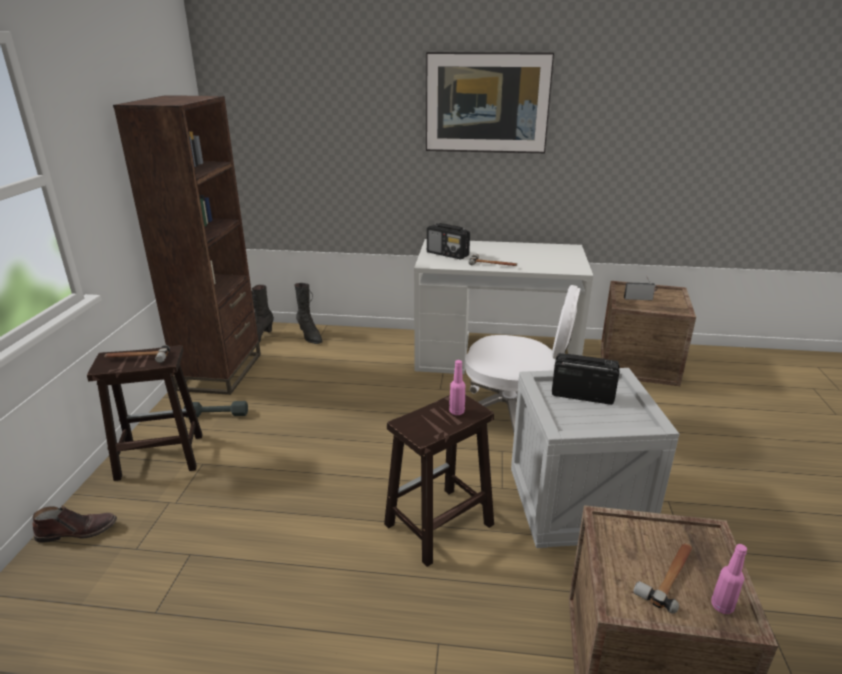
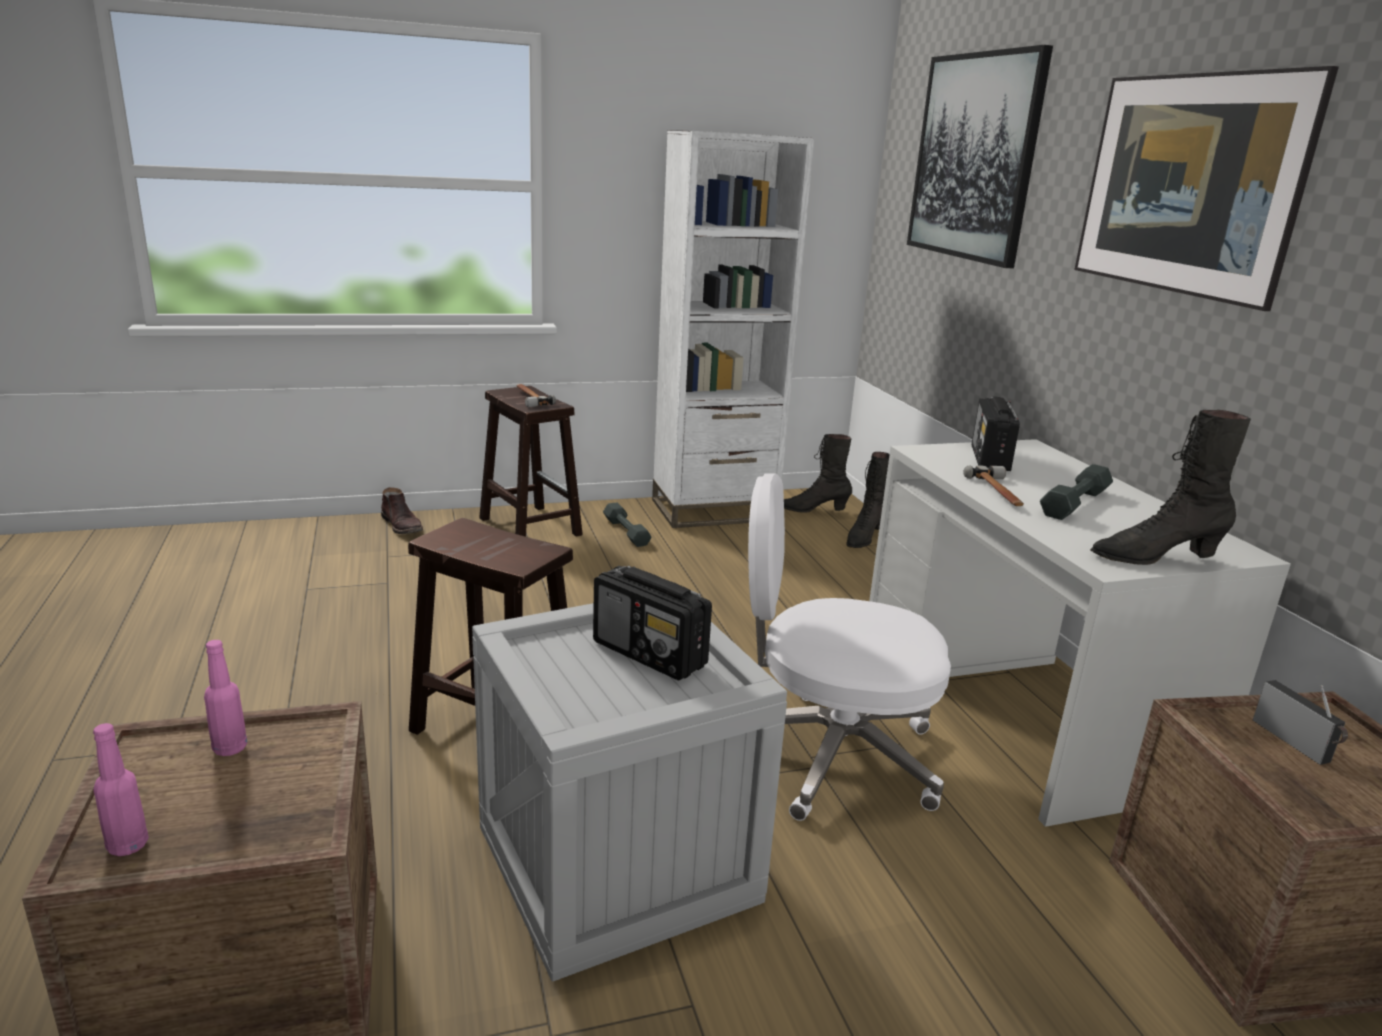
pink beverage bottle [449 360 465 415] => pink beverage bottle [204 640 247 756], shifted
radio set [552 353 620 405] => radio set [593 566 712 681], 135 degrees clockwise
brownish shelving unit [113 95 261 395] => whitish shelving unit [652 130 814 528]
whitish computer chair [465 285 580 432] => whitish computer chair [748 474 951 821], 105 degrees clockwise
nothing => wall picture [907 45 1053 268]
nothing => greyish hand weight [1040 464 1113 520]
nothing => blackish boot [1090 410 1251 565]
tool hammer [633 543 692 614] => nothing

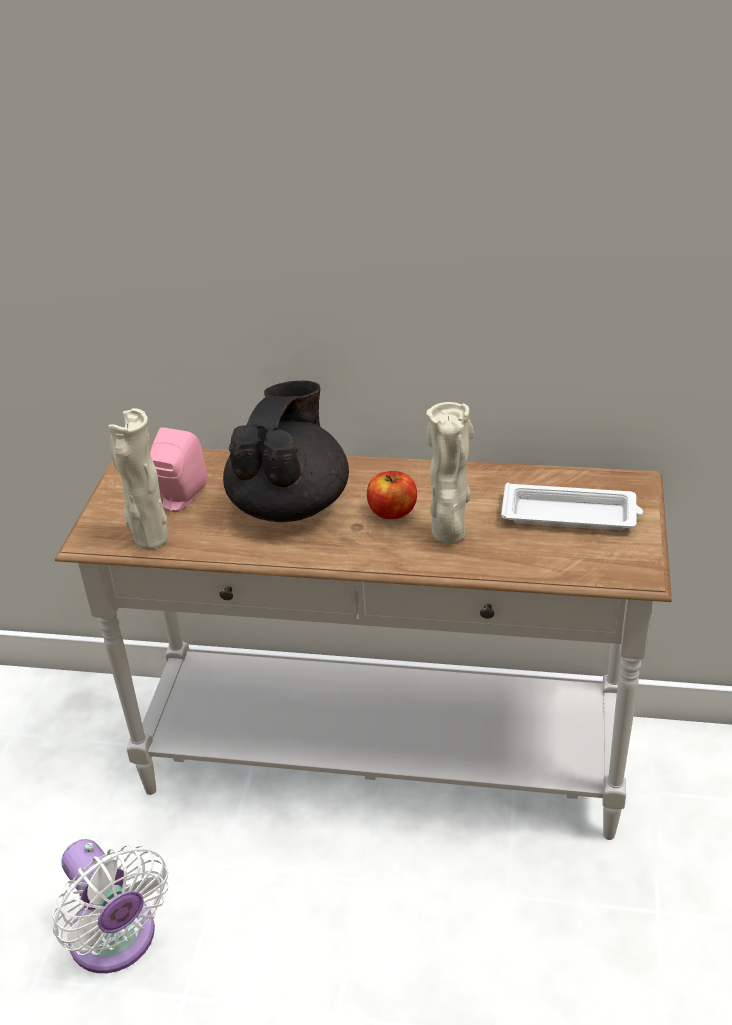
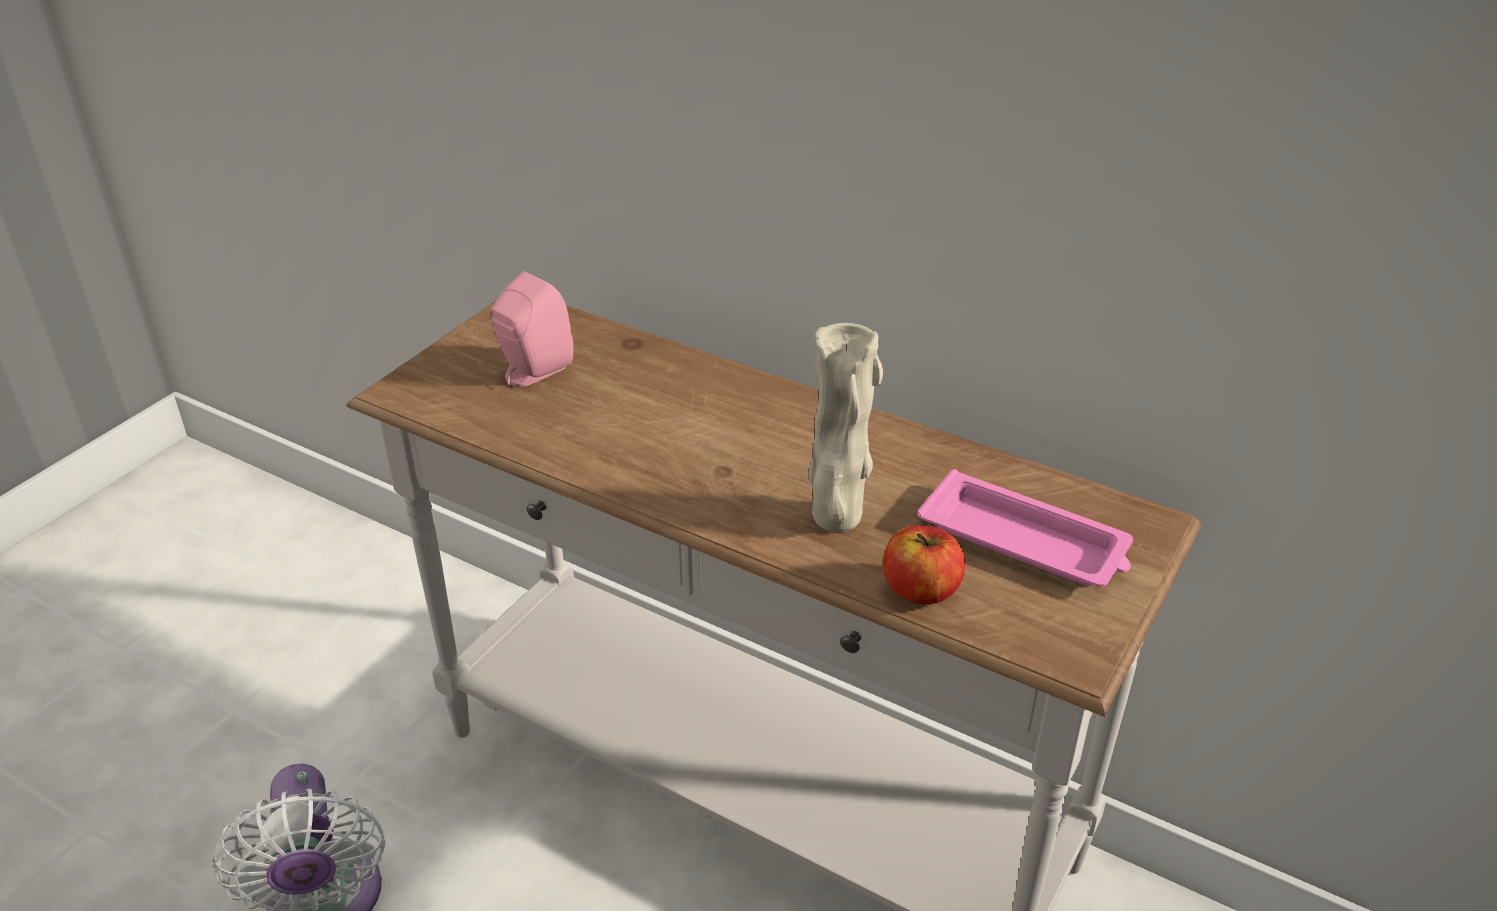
apple fruit [367 471 417 519] => apple fruit [883 525 966 605], shifted
whitish serving tray [501 482 643 530] => pink serving tray [918 469 1133 587]
sand-coloured flower vase [108 408 168 549] => nothing
blackish teapot [223 381 349 522] => nothing

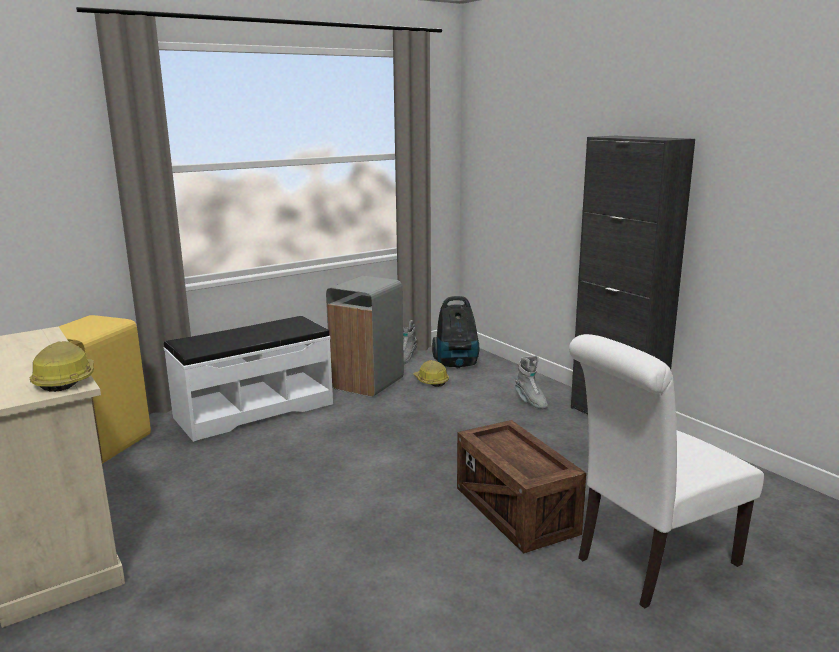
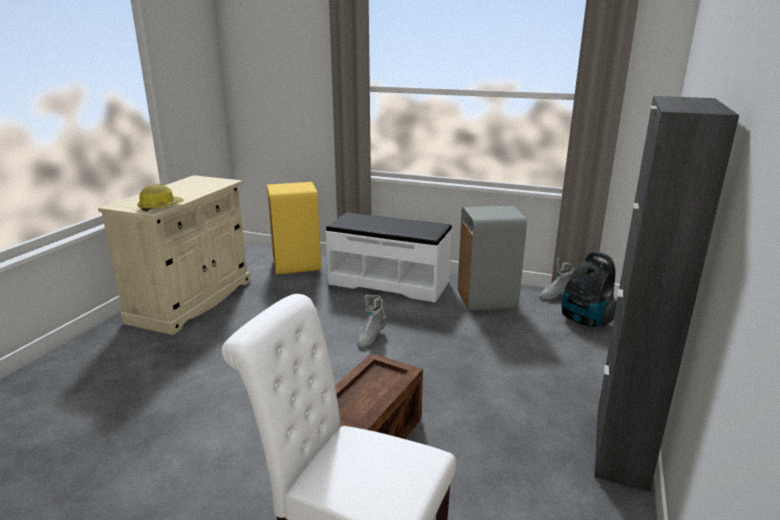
greyish boot [515 355 548 409] => greyish boot [357 295 386 348], shifted
safety helmet [413 360 449 387] => nothing

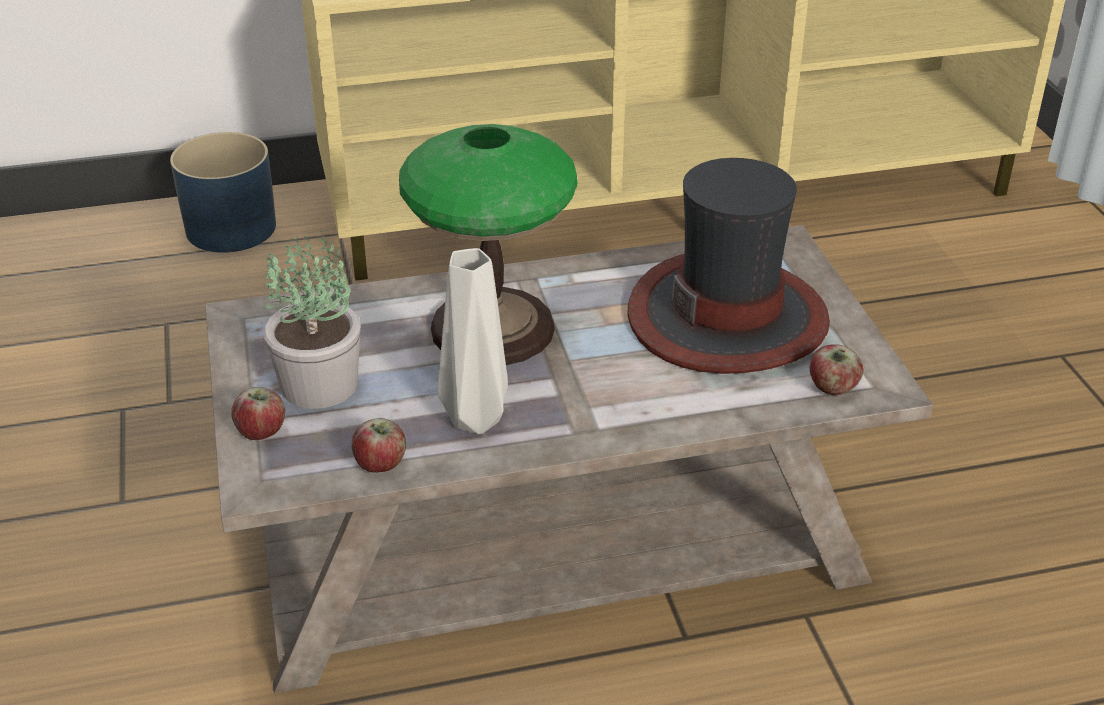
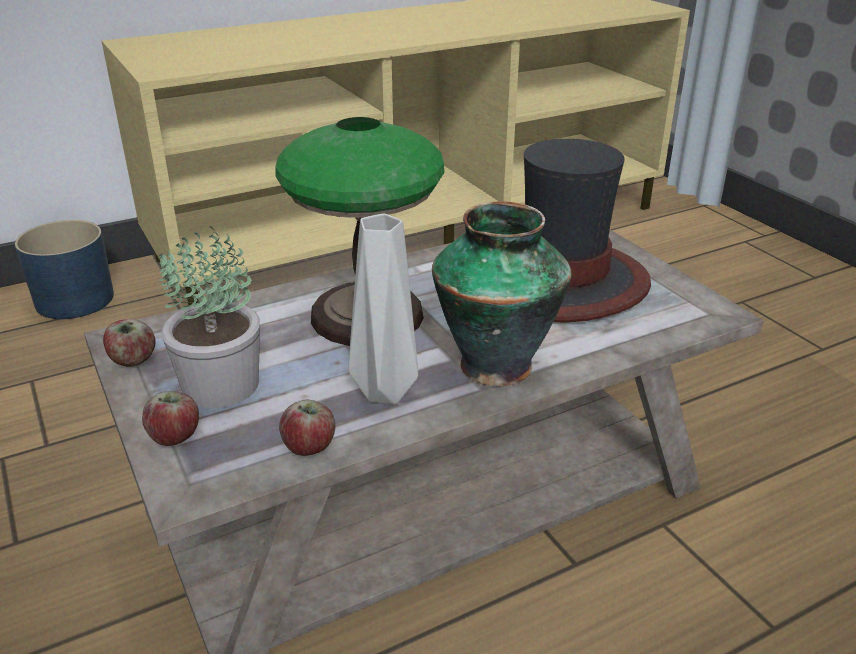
apple fruit [810 344 864 395] => apple fruit [103 319 155 367], shifted
nothing => flower vase [432 201 572 386]

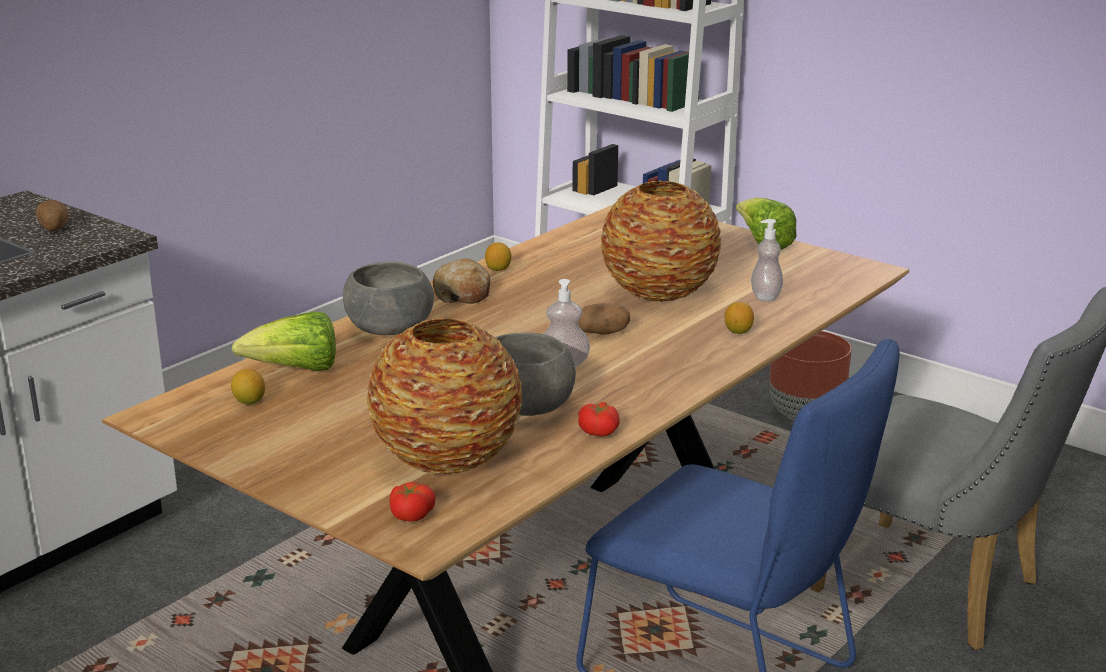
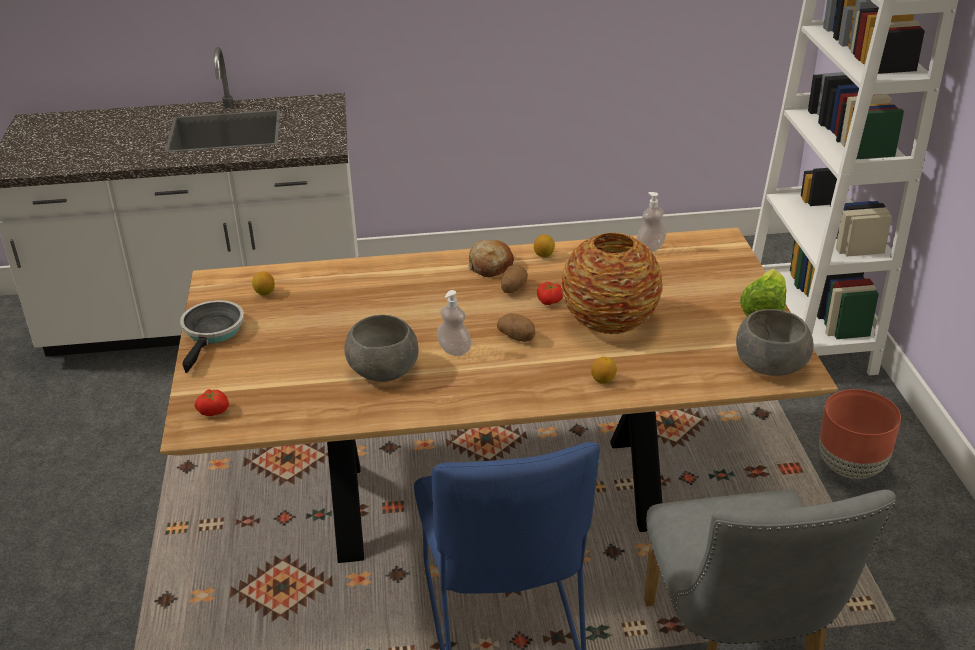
nothing => frying pan [180 300 244 373]
whole potato [36 200 68 231] => whole potato [501 265 528 293], shifted
whole tomato [578 402 620 436] => whole tomato [537 282 563 305], shifted
liquid soap bottle [751 219 783 301] => liquid soap bottle [637 192 666 252], shifted
greyish serving bowl [343 262 434 335] => greyish serving bowl [736 309 814 376], shifted
lettuce head [232 311 336 371] => nothing
flower vase [367 318 522 475] => nothing

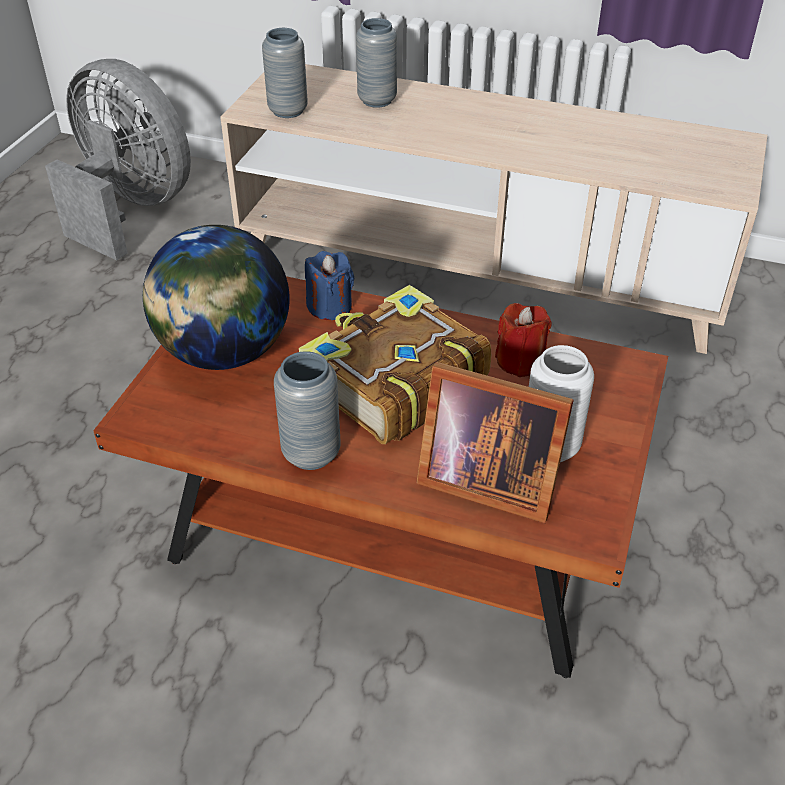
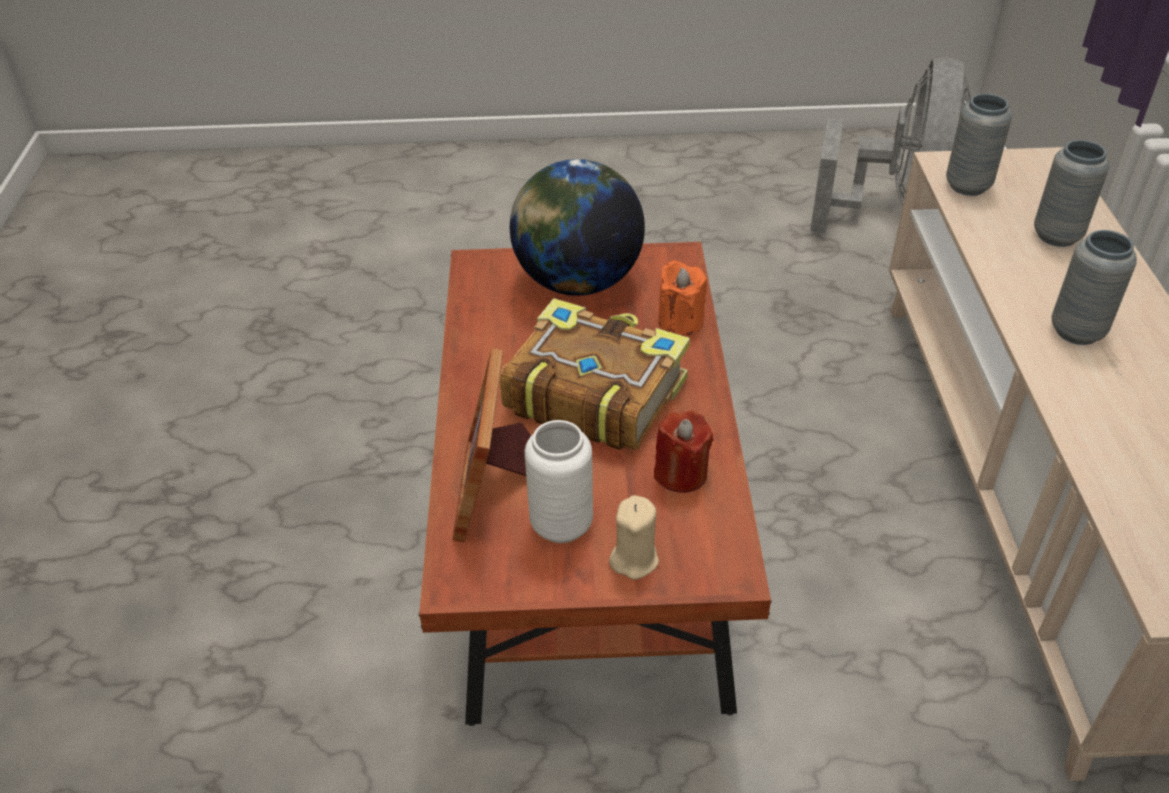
nothing => sand-coloured wax candle [609 495 659 580]
blue wax candle [305 251 354 320] => orangey wax candle [658 260 707 336]
greyish flower vase [274 351 341 470] => greyish flower vase [1052 230 1137 345], shifted

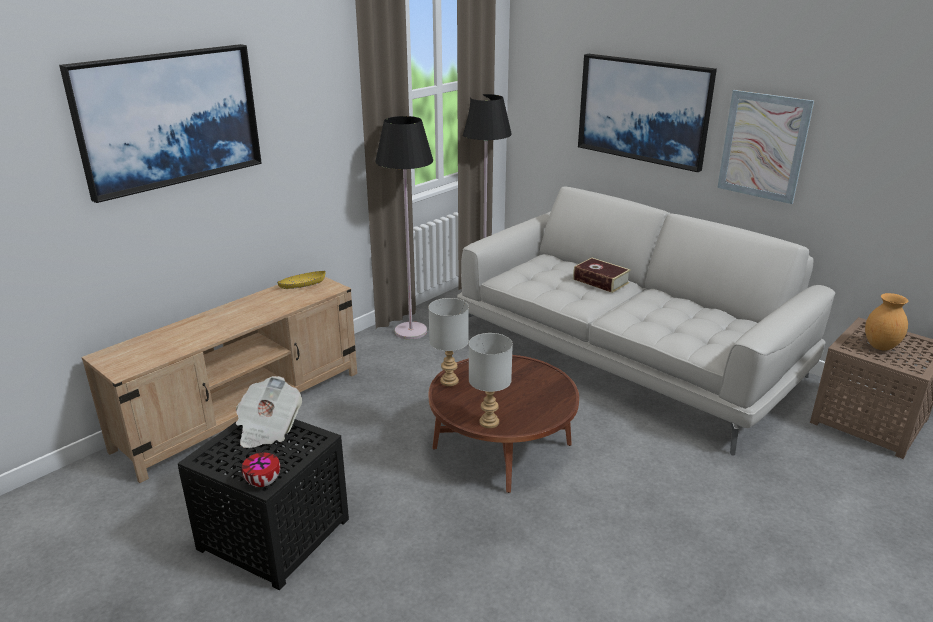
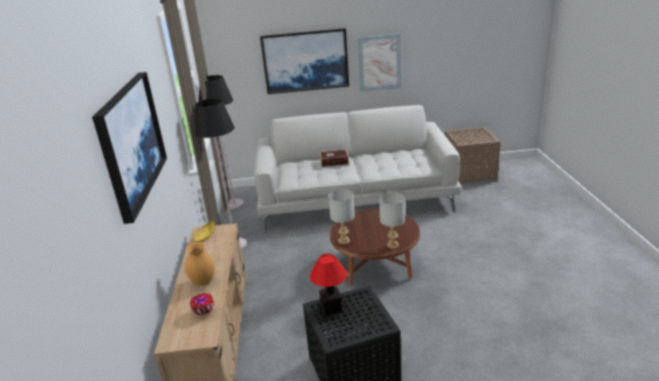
brownish flower vase [865 293 908 351] => brownish flower vase [185 242 215 286], shifted
serving bowl [242 453 280 487] => serving bowl [190 293 214 315], shifted
daily paper [236 376 302 448] => tabletop lamp [310 254 347 315]

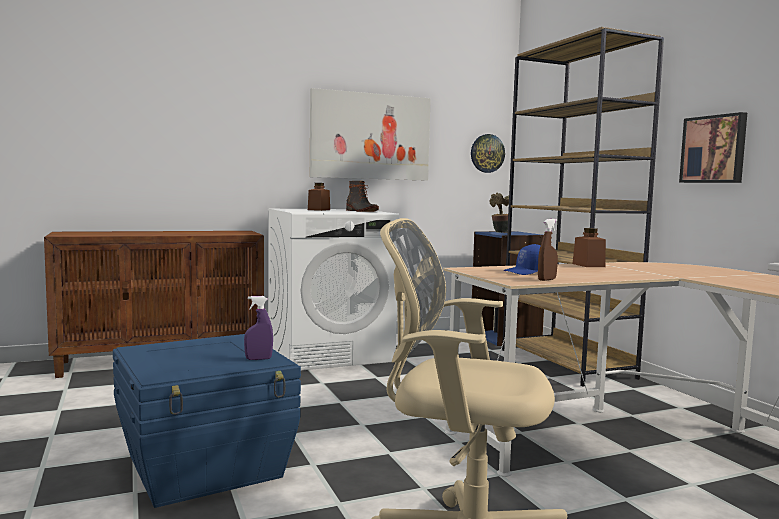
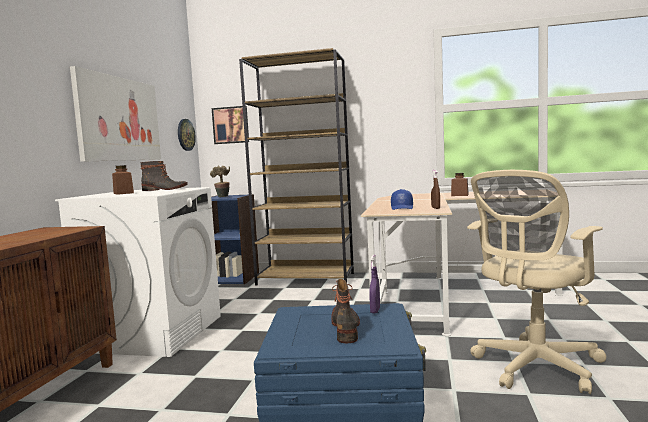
wall picture [679 112 747 183] => wall picture [212 106 249 144], shifted
nothing => boot [331 279 360 343]
brownish jar [572 228 606 267] => brownish jar [451 173 469 196], shifted

